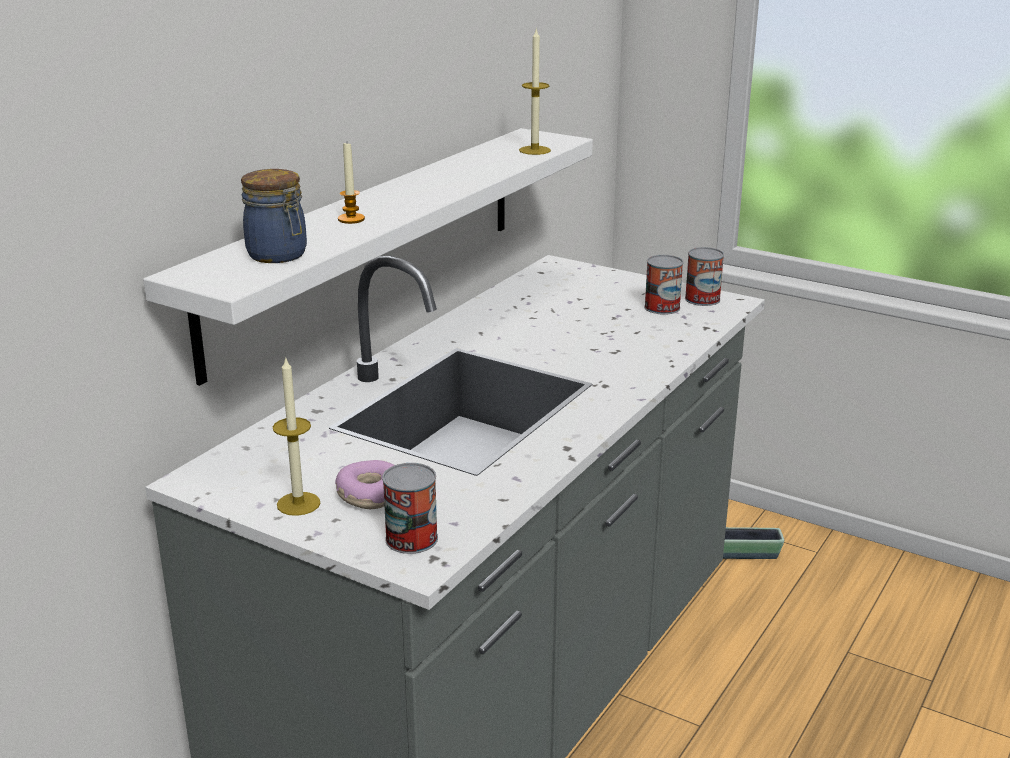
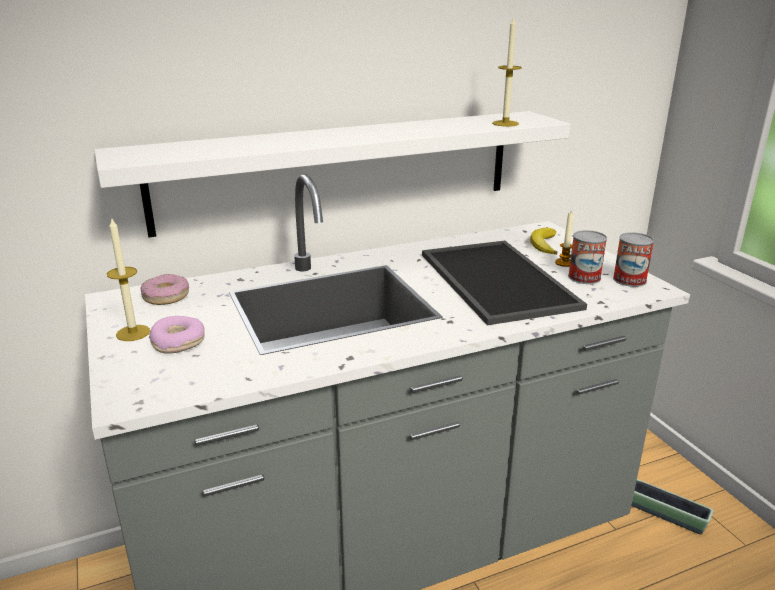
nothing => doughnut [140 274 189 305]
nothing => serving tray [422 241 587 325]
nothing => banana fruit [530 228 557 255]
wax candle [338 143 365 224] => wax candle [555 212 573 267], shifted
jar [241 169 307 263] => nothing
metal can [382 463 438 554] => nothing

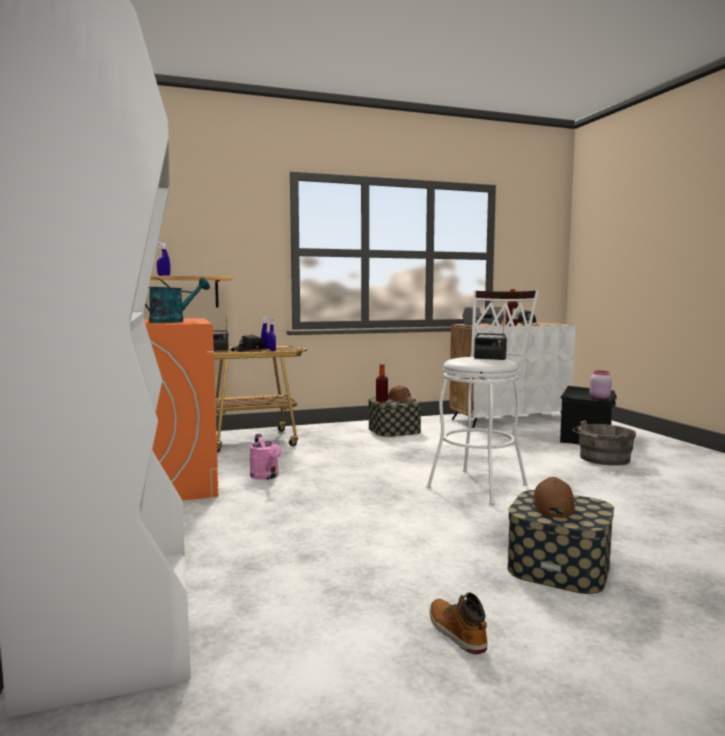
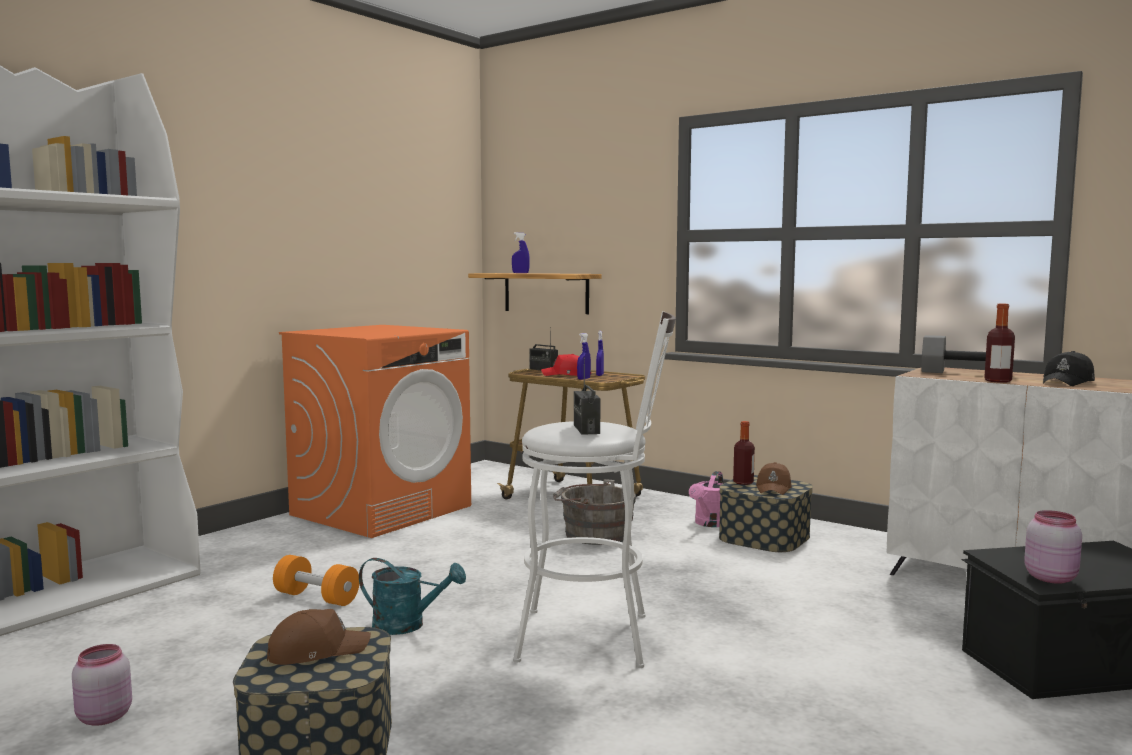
boot [430 592 487 654] => pink jar [72 644 132 725]
nothing => orangey hand weight [273 555 359 606]
blue-green watering pot [145 277 210 323] => blue-green watering pot [359 558 466 635], shifted
blackish peaked cap [231 334 265 352] => red peaked cap [541 354 591 376]
greyish pail [573 421 636 465] => greyish pail [553 479 636 545], shifted
pink watering pot [249 434 282 480] => pink watering pot [689 471 724 527], shifted

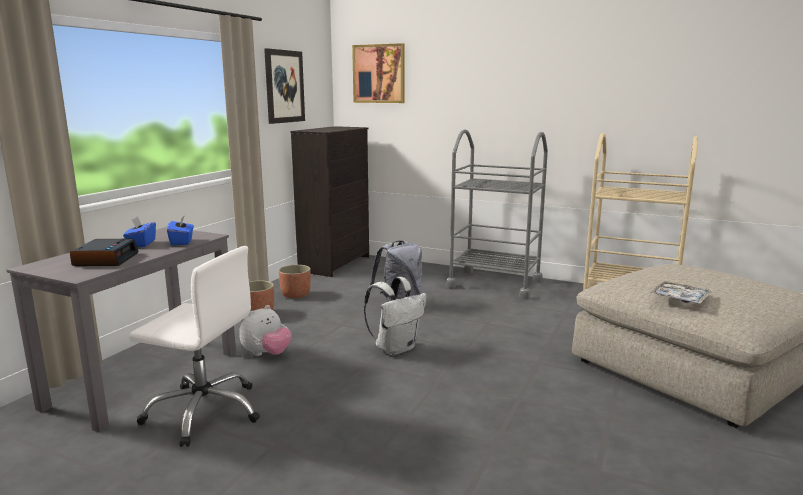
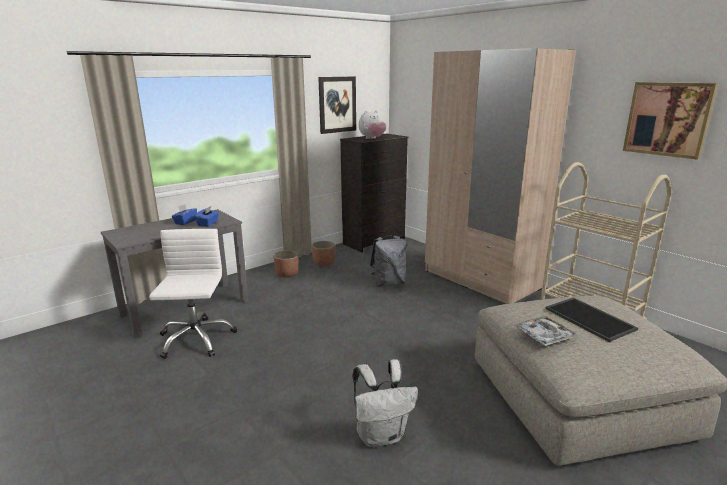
whitish computer chair [129 246 260 447] => whitish computer chair [149 229 237 359], 135 degrees counterclockwise
whitish knapsack [364 277 427 356] => whitish knapsack [353 359 418 447], shifted
soft toy [239 305 292 356] => soft toy [359 110 386 139], shifted
greyish trolley [446 129 548 300] => sand-coloured wardrobe [425 48 576 304]
nothing => serving tray [545 297 638 342]
wall picture [352 43 405 103] => wall picture [623 82 718 160], shifted
bedside clock [70 239 139 266] => nothing

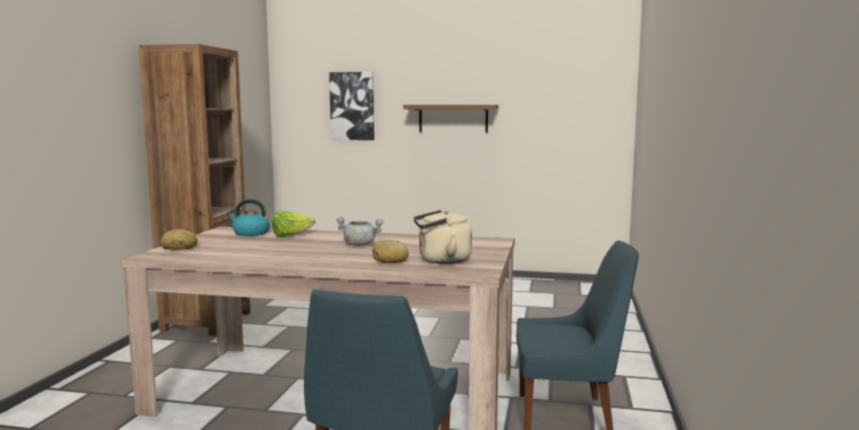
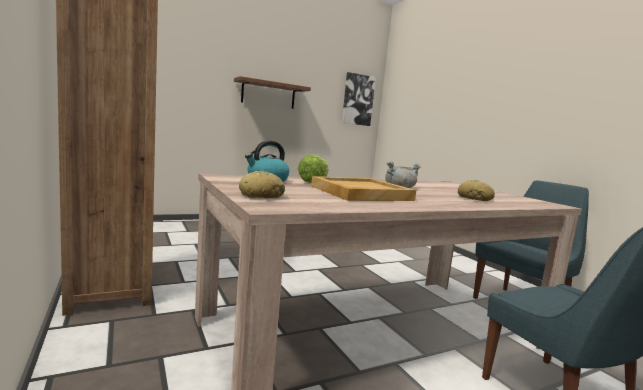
nothing => sand-coloured serving tray [311 176 416 201]
wall picture [329 72 374 140] => wall picture [342 72 376 126], shifted
sand-coloured kettle [413 210 472 264] => nothing

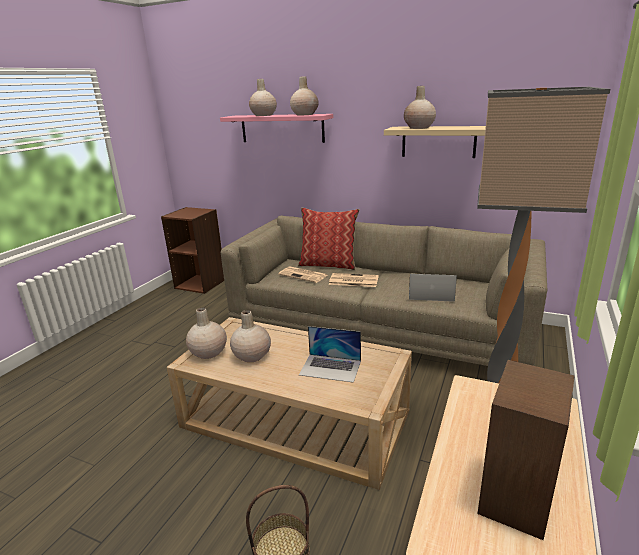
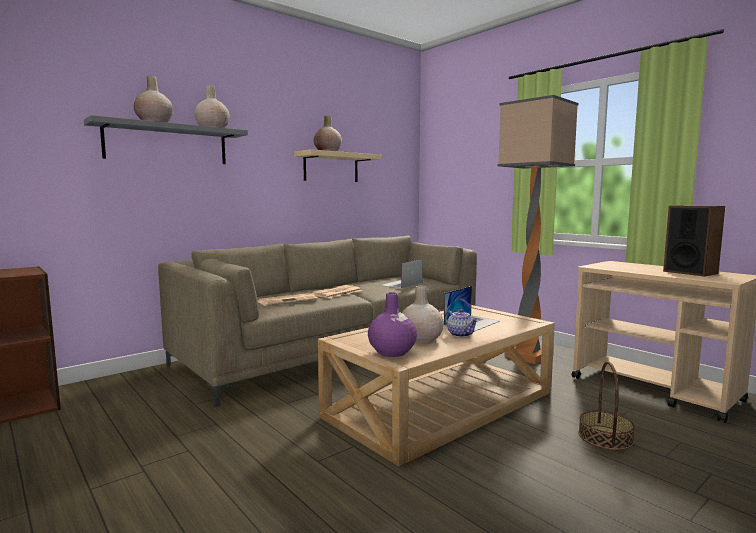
pink shelf [220 114 333 143] => greyish shelf [84 115 248 164]
sand-coloured flower vase [186 308 227 359] => purple flower vase [368 292 417 357]
nothing => teapot [445 309 478 337]
throw pillow [298 208 360 270] => nothing

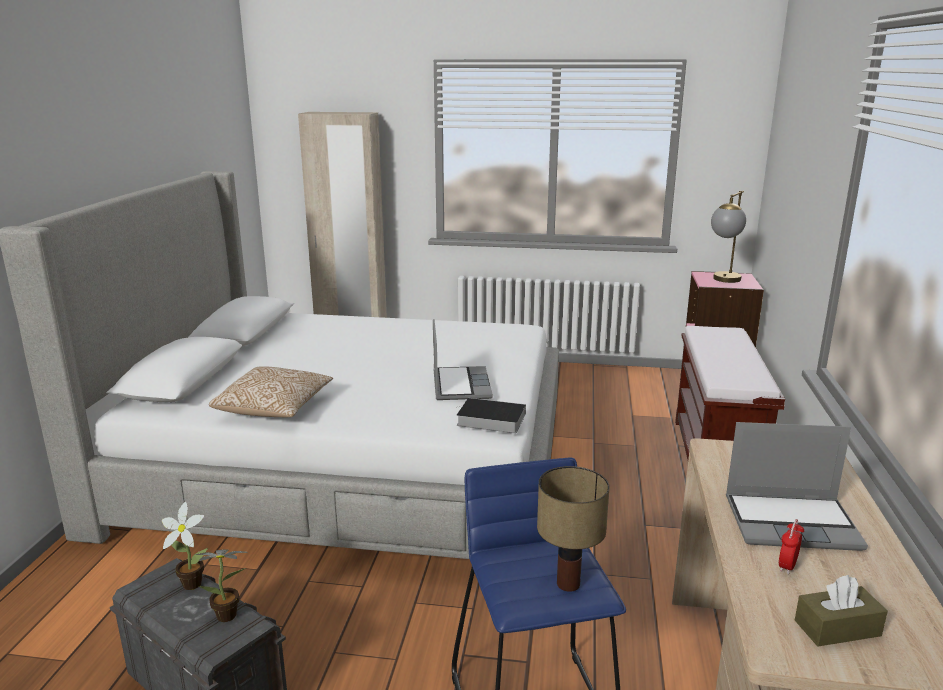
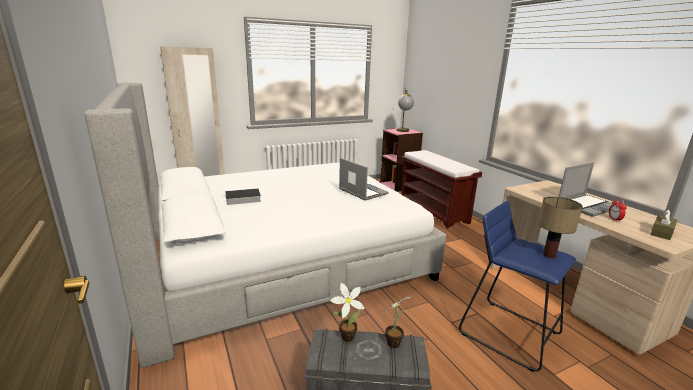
bound book [456 398 526 433] => bound book [222 188 261 205], shifted
throw pillow [209 366 333 417] => nothing

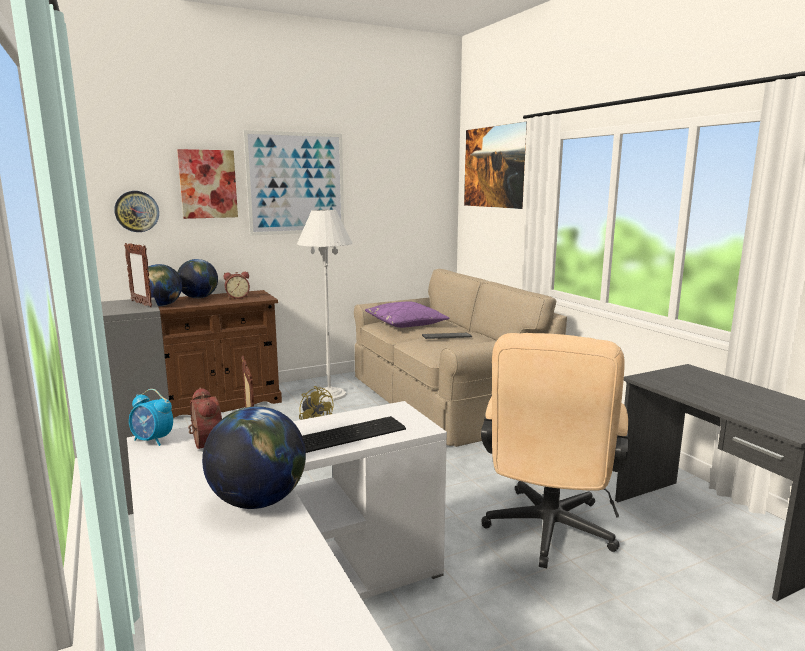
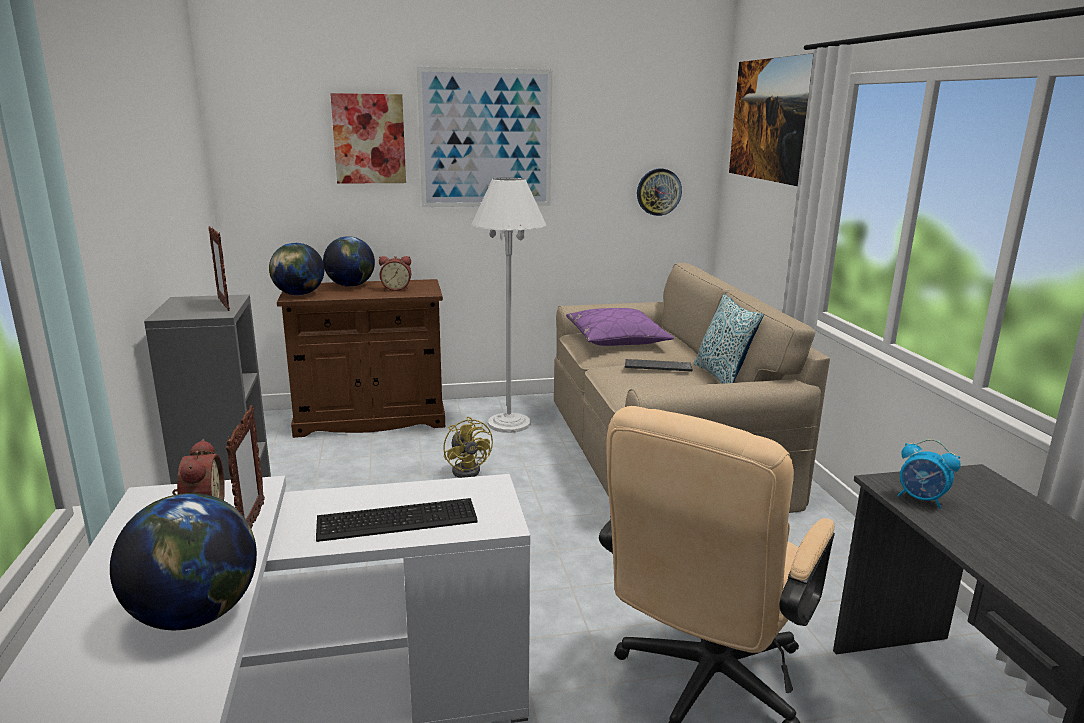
clock on the wall [114 191 159 232] => clock on the wall [637 169 682 216], shifted
nothing => throw pillow [694 294 764 384]
bedside clock [129 389 173 446] => bedside clock [897 439 961 509], shifted

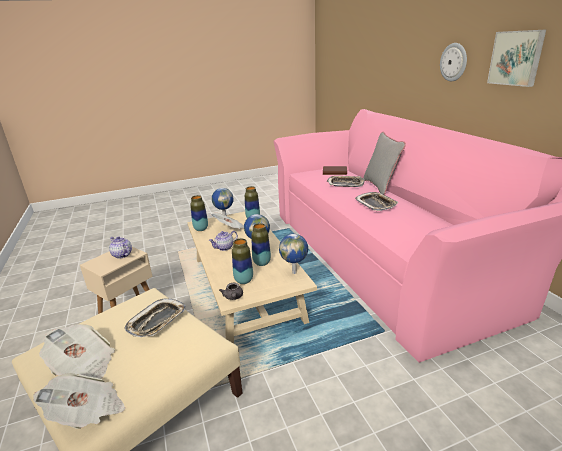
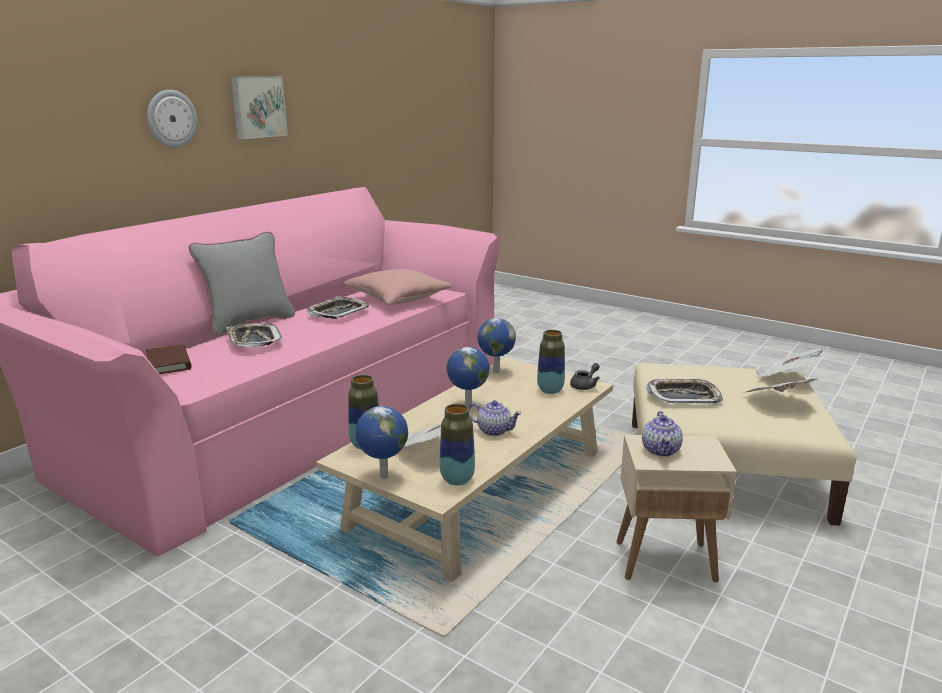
nothing => pink throw pillow [344 269 452 305]
flower vase [251 223 271 266] => nothing

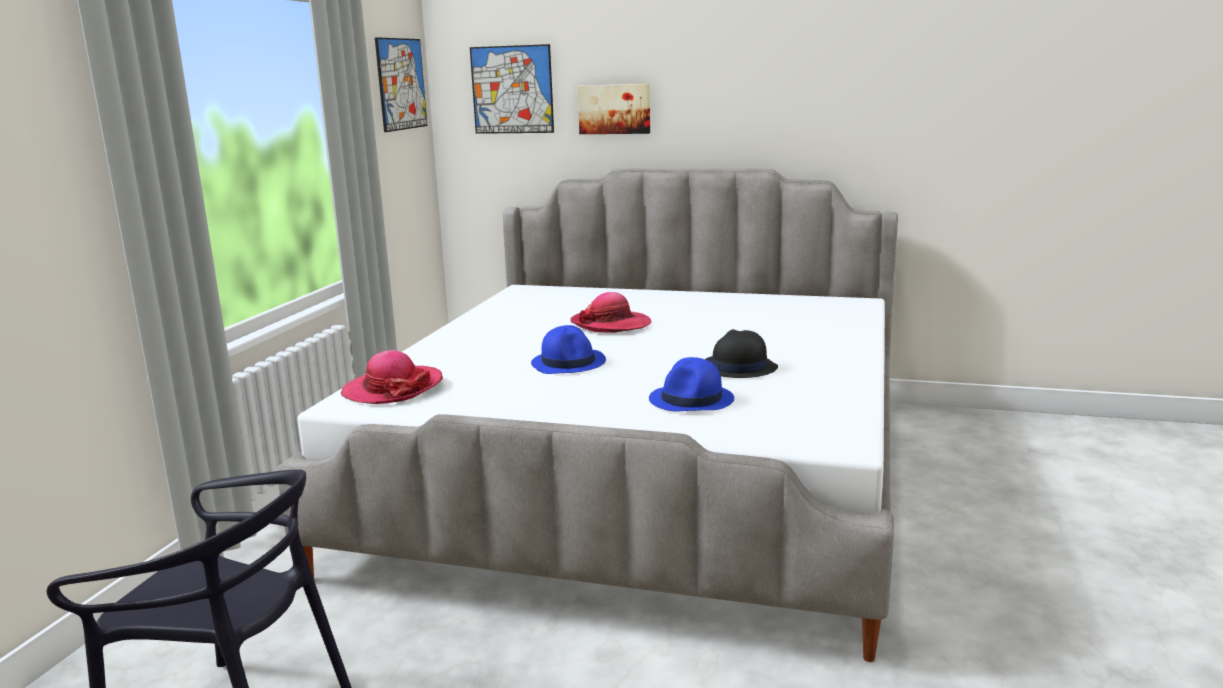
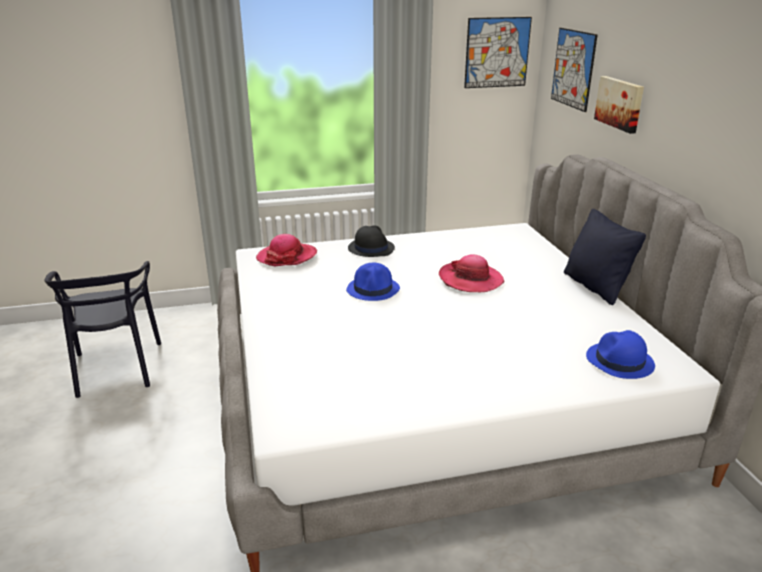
blackish wearable hat [705 329 778 378] => blackish wearable hat [348 225 395 257], shifted
nothing => blackish throw pillow [564 209 646 305]
blue wearable hat [649 357 734 411] => blue wearable hat [586 330 655 379], shifted

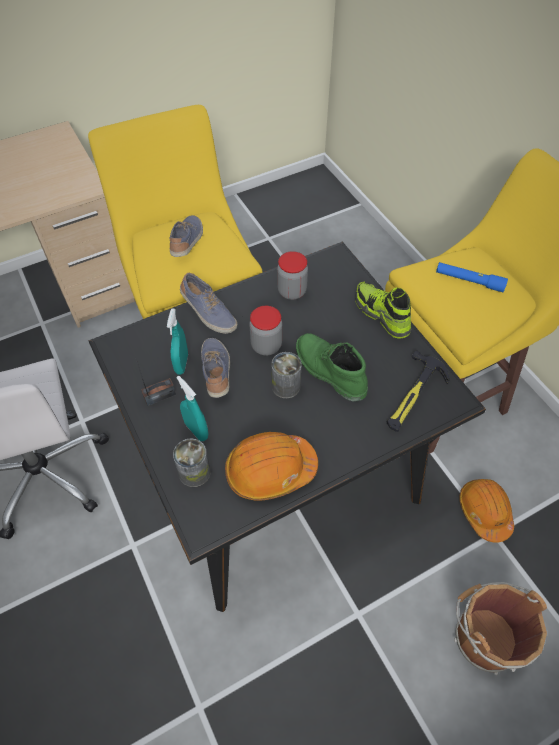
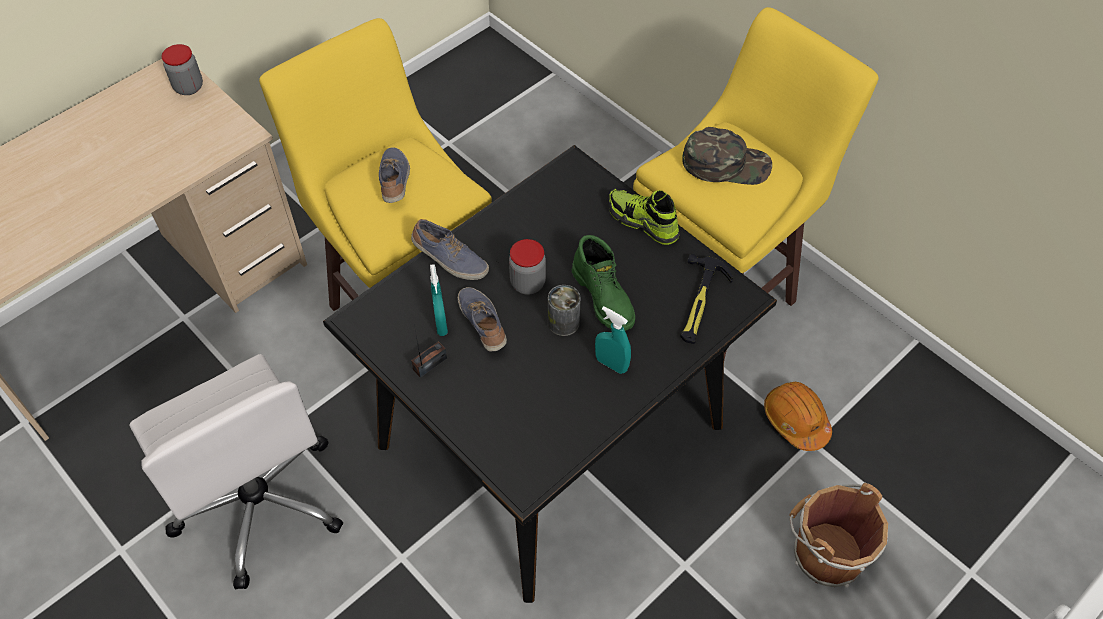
jar [277 251 308 300] => jar [162 44 203 95], shifted
green boot [296 333 368 401] => green boot [572 235 635 331], 150 degrees counterclockwise
blue-green hand sprayer [176 376 209 441] => blue-green hand sprayer [595 306 631 374], shifted
blue torch [436 262 508 292] => green peaked cap [682 127 772 185]
metal can [173 439 210 487] => nothing
orangey safety helmet [225 432 318 501] => nothing

